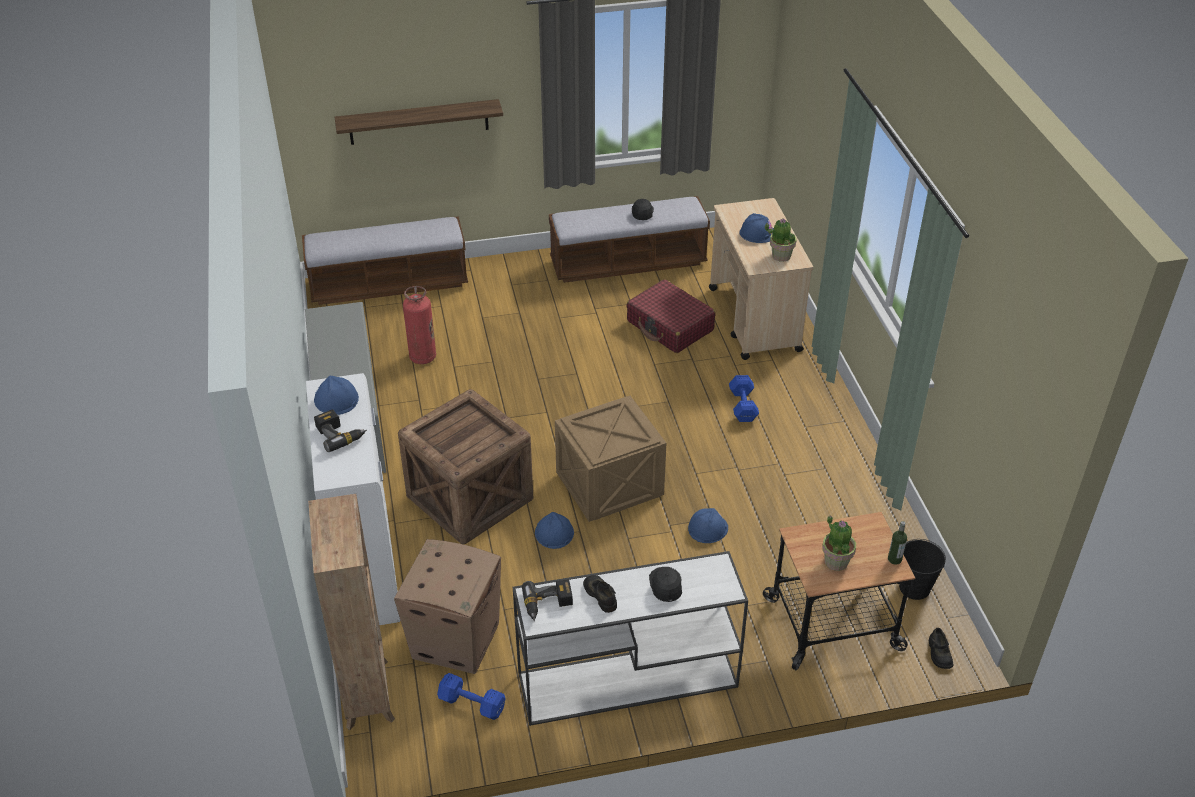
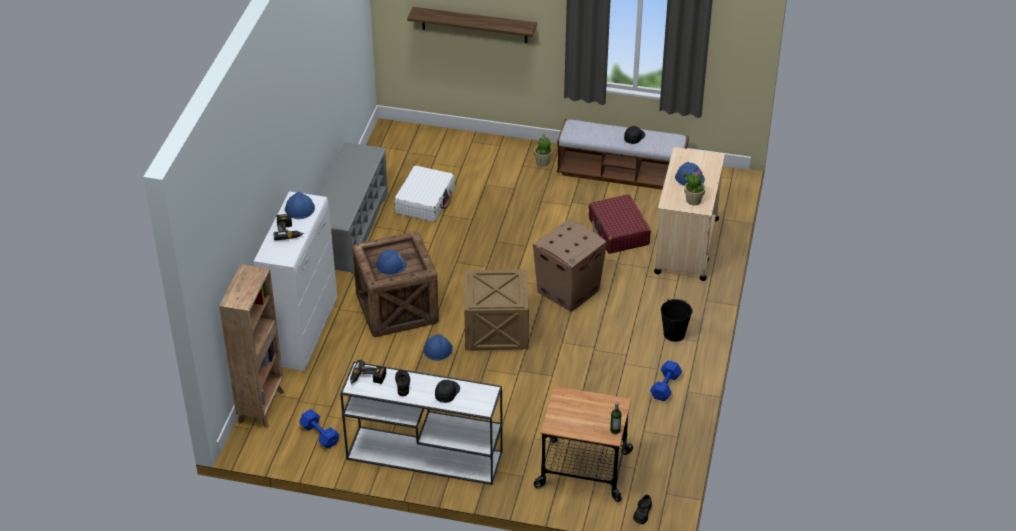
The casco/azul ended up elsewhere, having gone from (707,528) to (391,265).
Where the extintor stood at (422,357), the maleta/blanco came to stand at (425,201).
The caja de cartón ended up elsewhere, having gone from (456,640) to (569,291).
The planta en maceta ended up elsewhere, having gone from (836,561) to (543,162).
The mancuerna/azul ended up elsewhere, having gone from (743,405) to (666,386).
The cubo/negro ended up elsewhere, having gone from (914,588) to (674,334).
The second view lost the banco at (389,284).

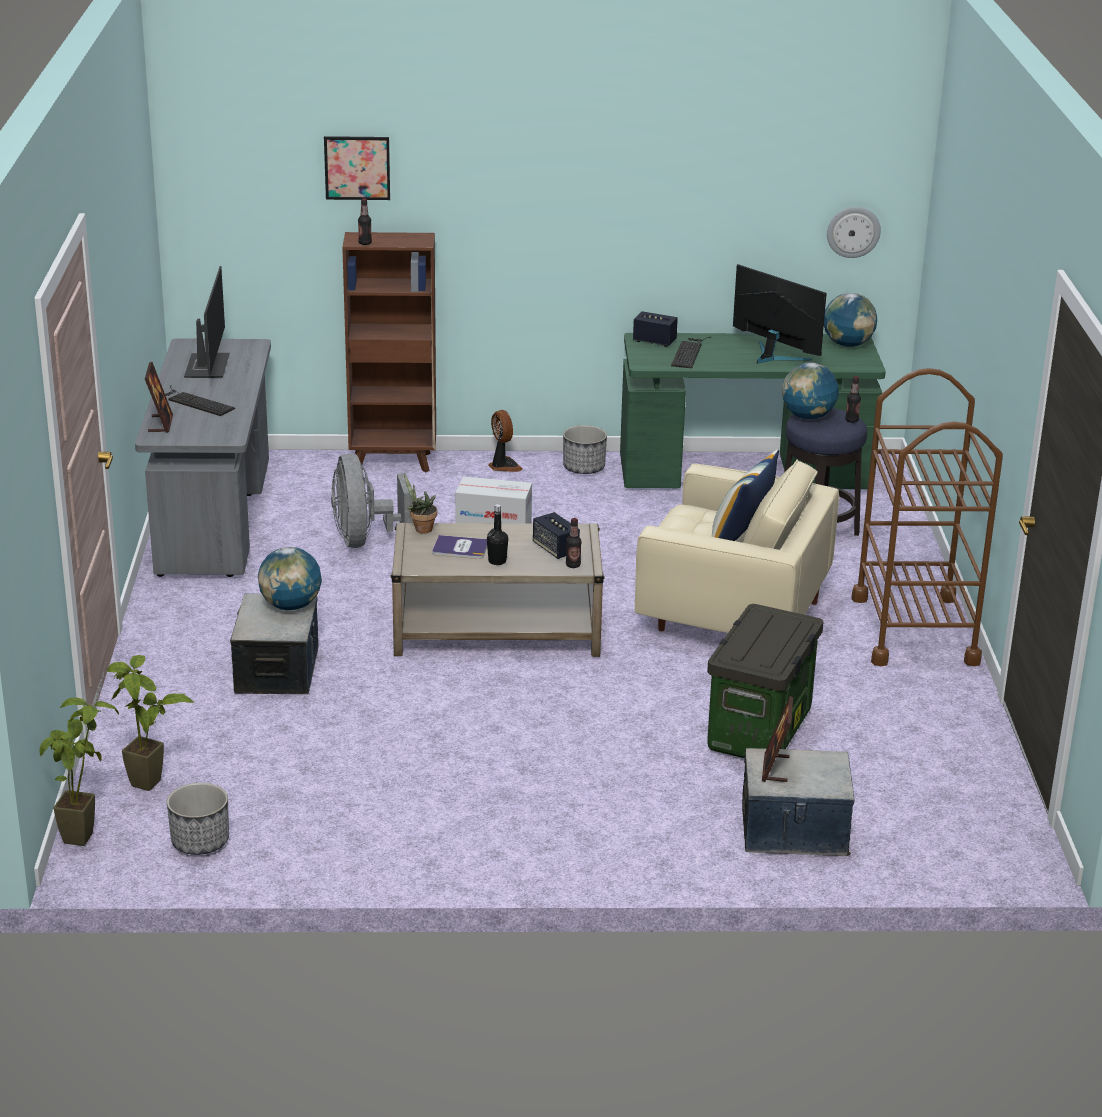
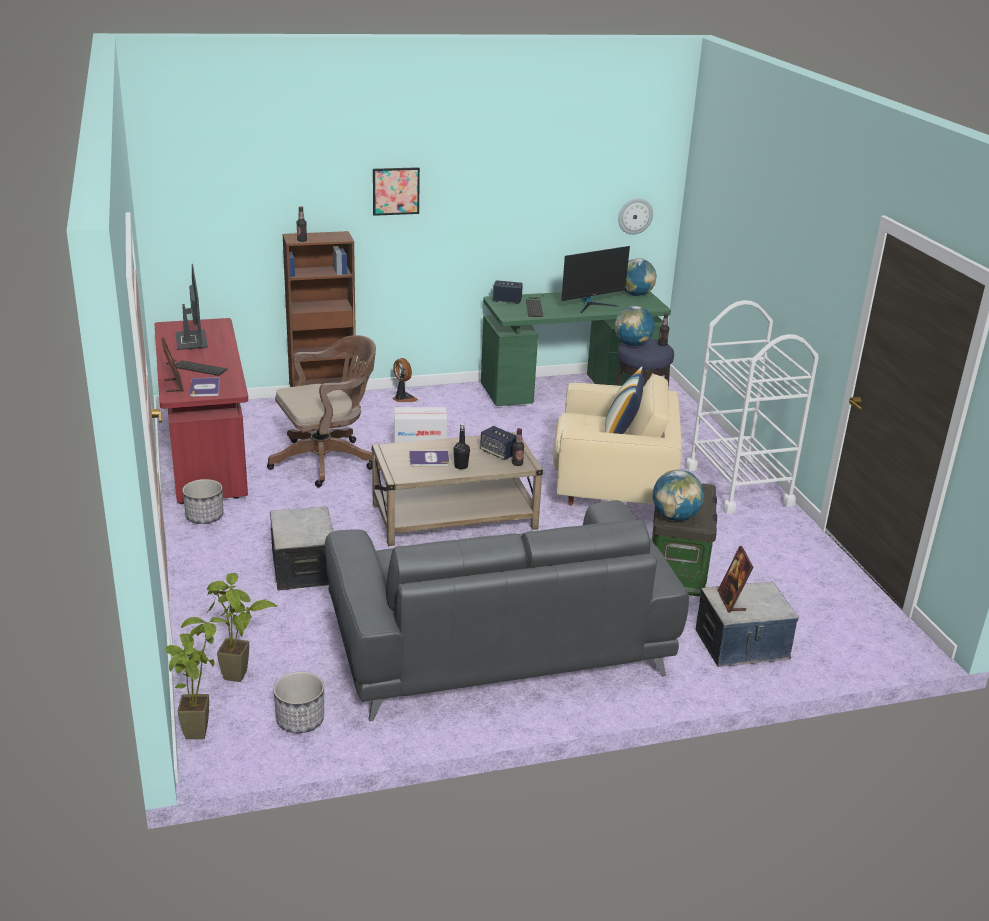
What was the escritorio/gris at (214,517) turned into the escritorio/rojo at (205,454).
The maceta ended up elsewhere, having gone from (583,468) to (204,517).
The second view gained the libro at (205,388).
Where the ventilador/gris stood at (364,540), the silla de oficina/marrón came to stand at (327,460).
The second view gained the sofá/gris at (497,644).
The cuadro ended up elsewhere, having gone from (357,167) to (396,191).
The monitor at (773,356) ended up facing another way, 120 degrees clockwise from before.
The globo terráqueo ended up elsewhere, having gone from (291,606) to (675,517).
What was the carrito/marrón at (914,630) turned into the carrito/blanco at (738,486).
The second view lost the planta en maceta at (421,529).

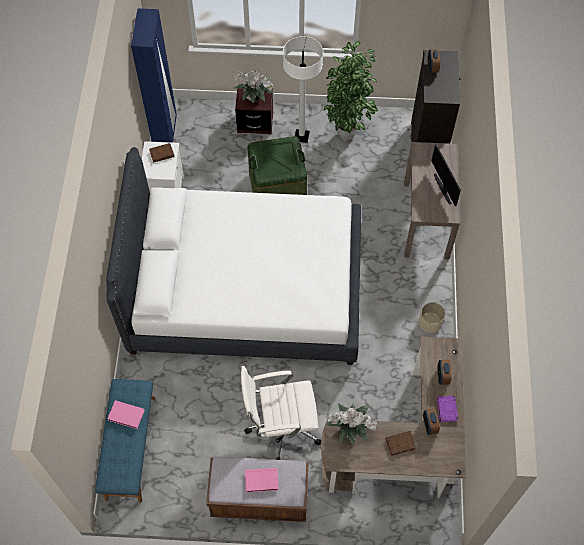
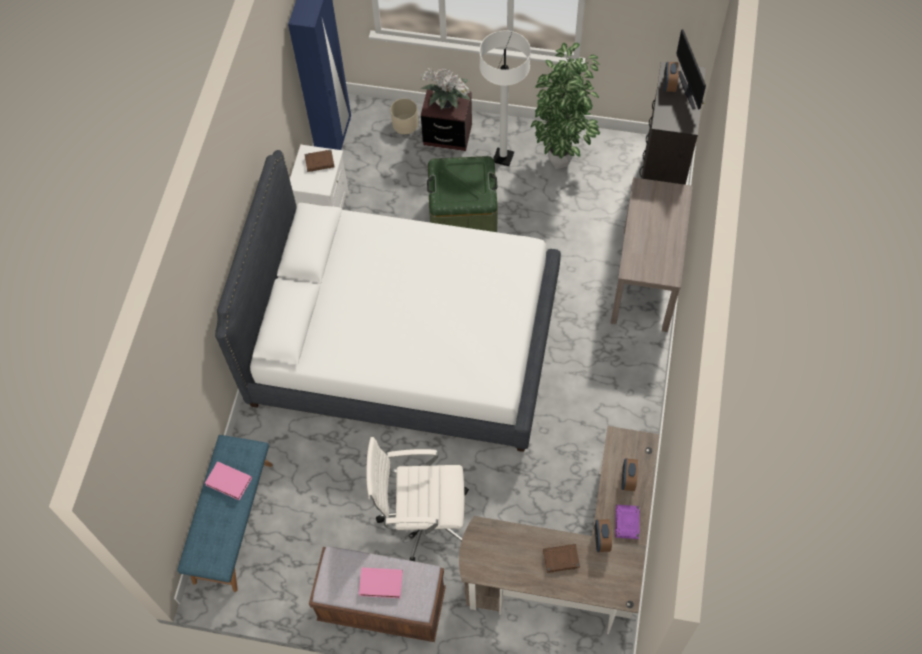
The maceta/beis ended up elsewhere, having gone from (430,322) to (405,124).
The monitor ended up elsewhere, having gone from (443,188) to (688,89).
The second view lost the planta en maceta at (351,430).

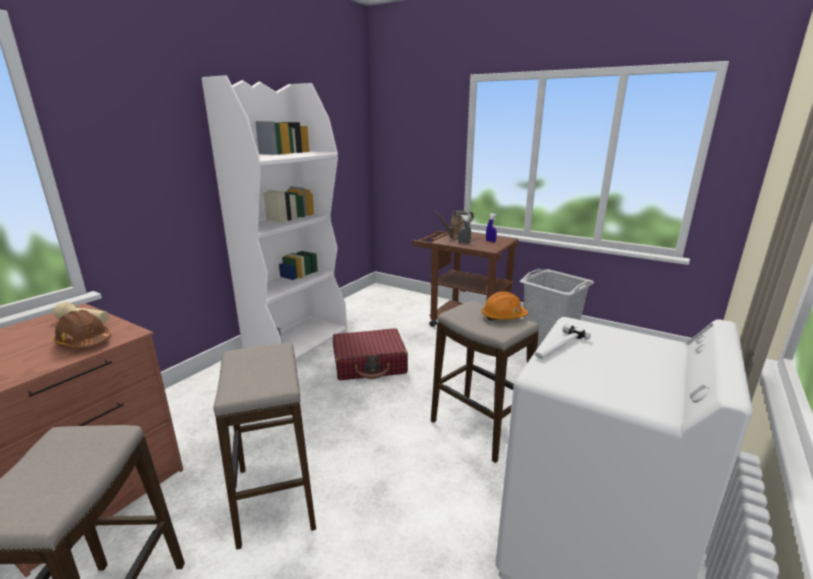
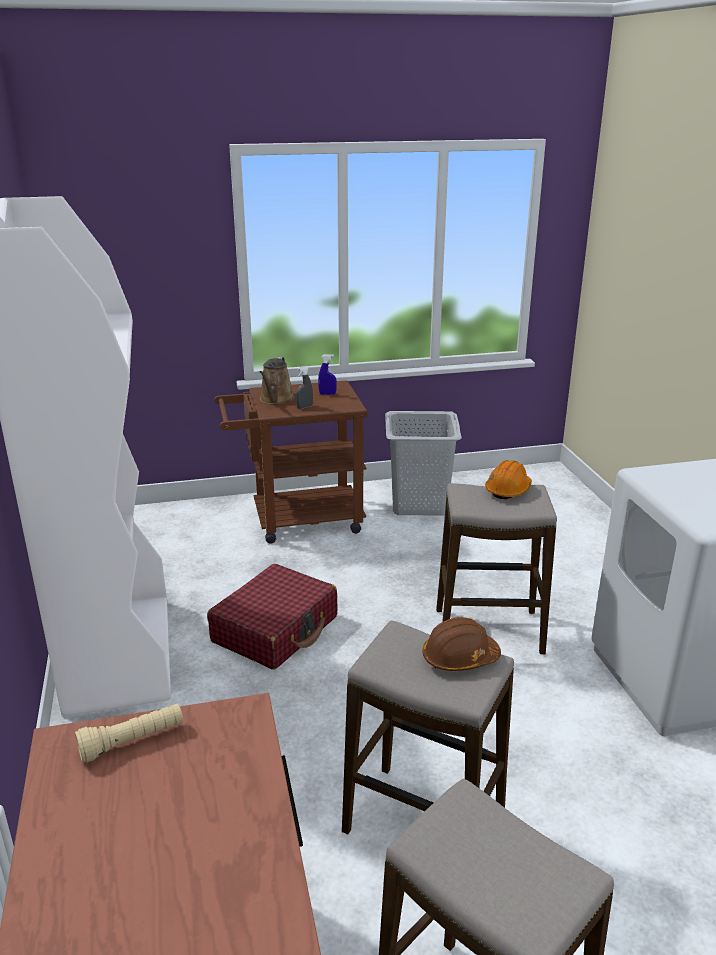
The casco/marrón ended up elsewhere, having gone from (84,341) to (459,658).
The second view lost the martillo at (558,346).

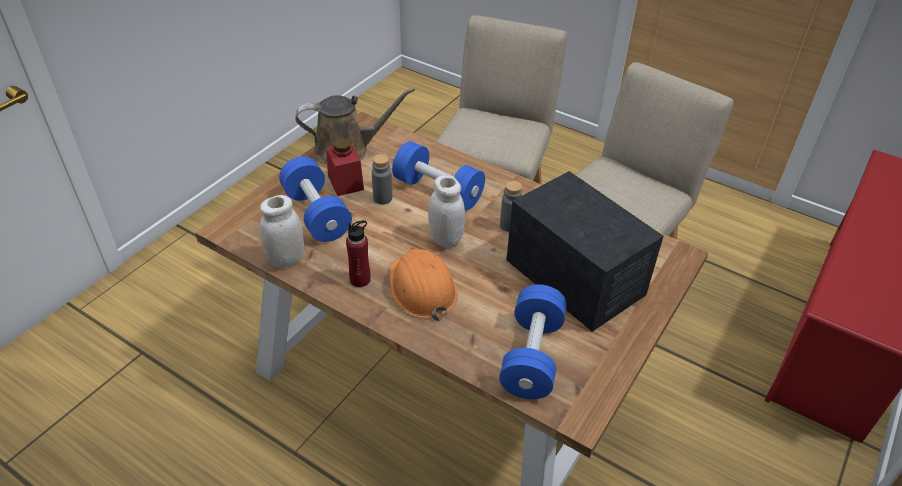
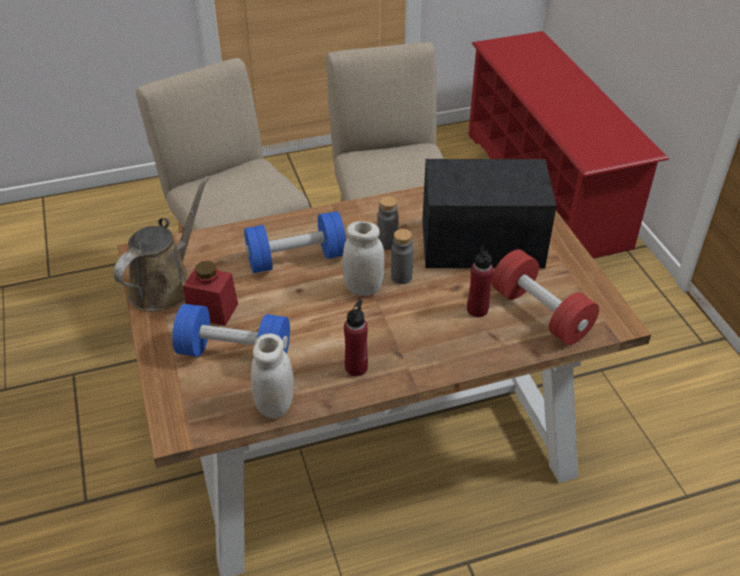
The botella/gris ended up elsewhere, having gone from (382,198) to (401,277).
The second view gained the botella/rojo at (477,309).
What was the mancuerna/azul at (532,356) turned into the mancuerna/rojo at (540,313).
The second view lost the casco/naranja at (421,288).

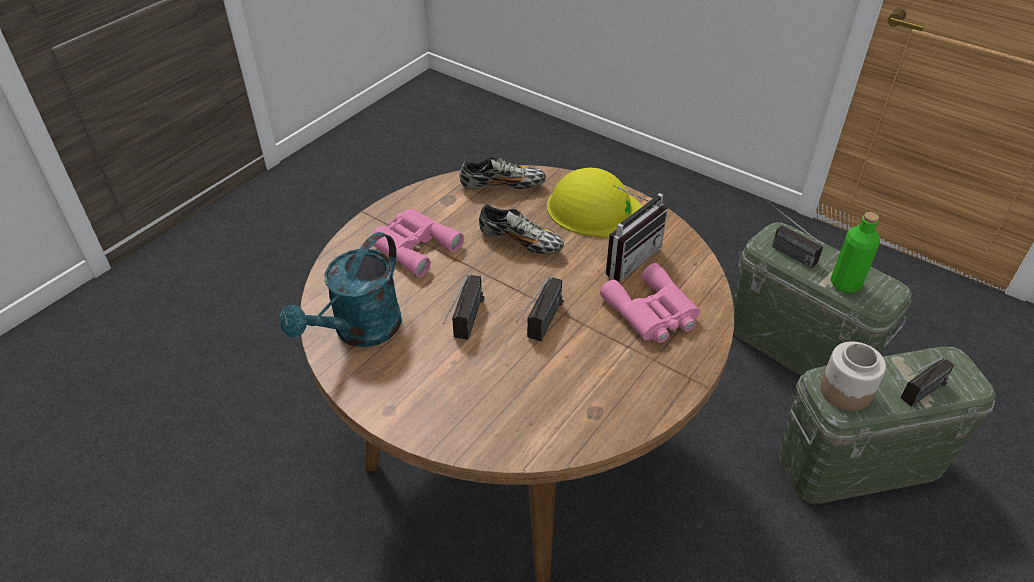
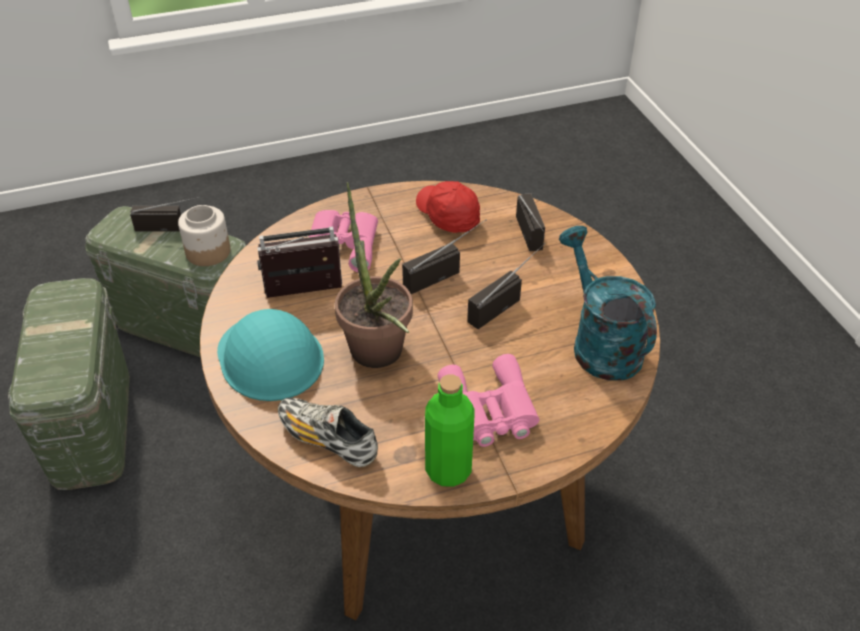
What was the casco/amarillo at (594,209) turned into the casco/turquesa at (270,357).
Where the zapato stood at (521,242), the planta en maceta came to stand at (379,358).
The second view gained the gorra/rojo at (447,215).
The botella/verde ended up elsewhere, having gone from (845,284) to (448,470).
The radio ended up elsewhere, having gone from (782,249) to (534,242).
The regadera/turquesa at (359,331) ended up facing another way, 90 degrees counterclockwise from before.

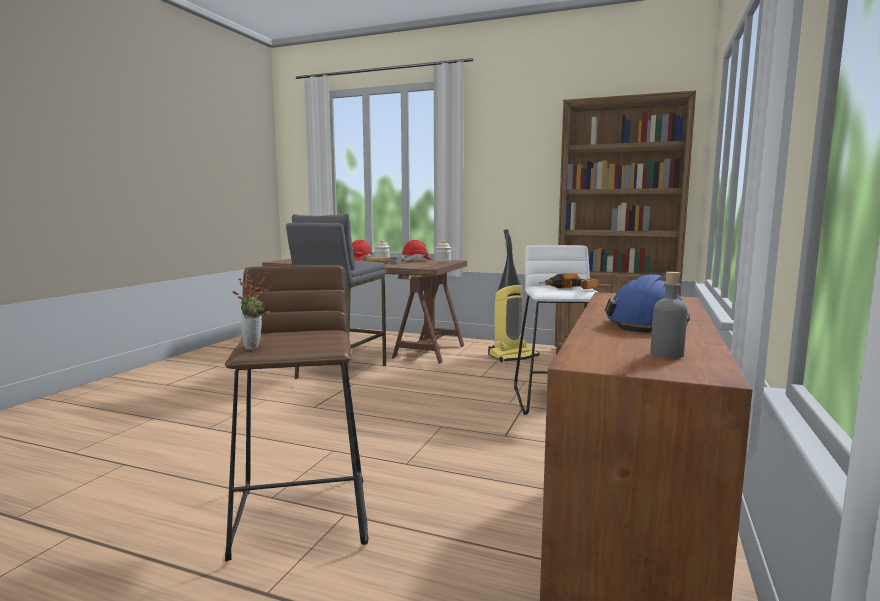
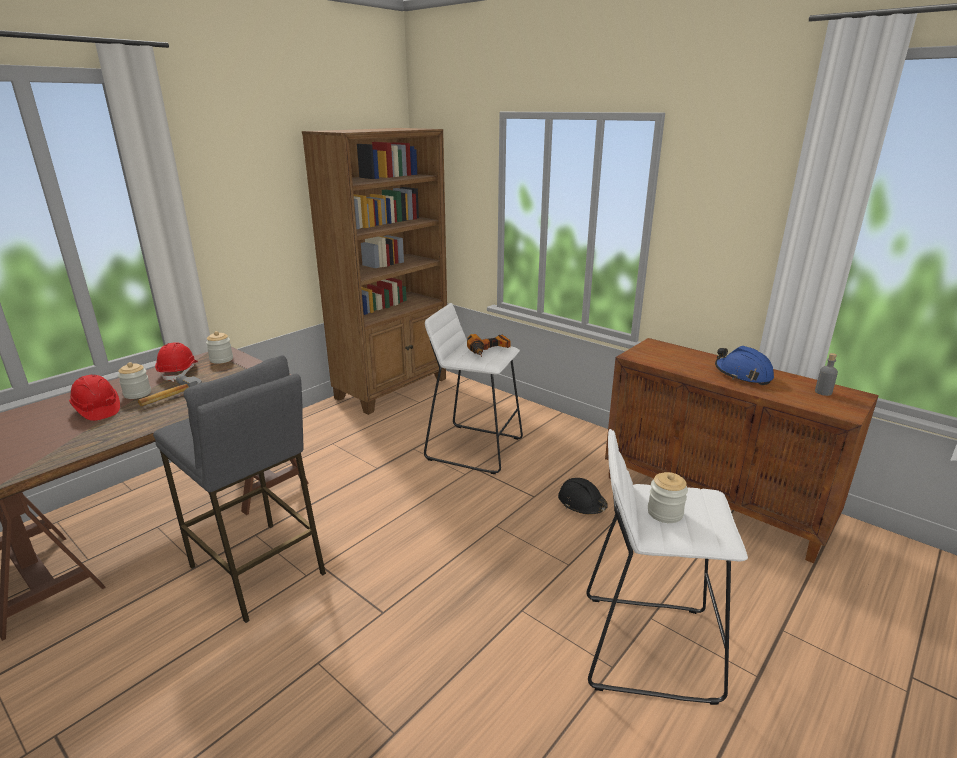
The second view gained the casco/negro at (582,503).
What was the taburete/marrón at (303,514) turned into the taburete/blanco at (647,645).
The second view gained the tarro at (665,513).
The second view lost the planta en maceta at (255,347).
The second view lost the aspiradora at (513,356).

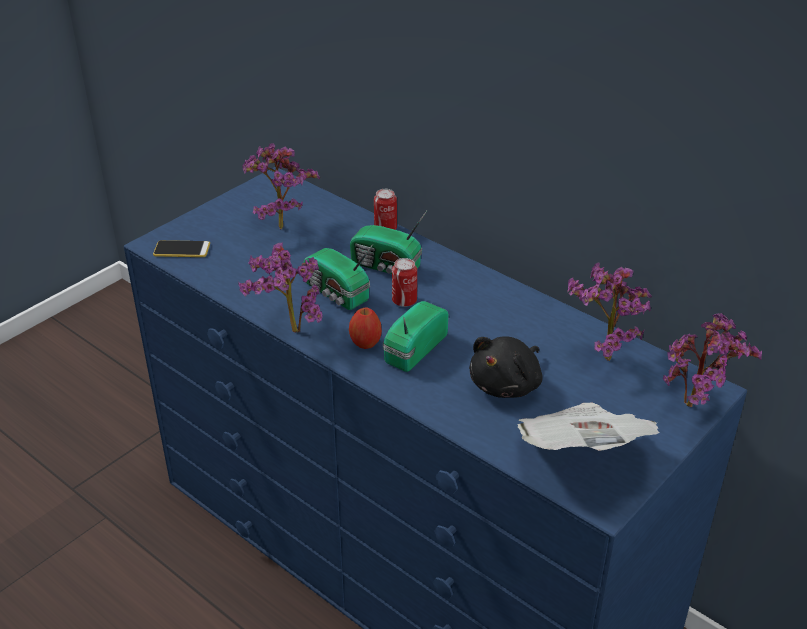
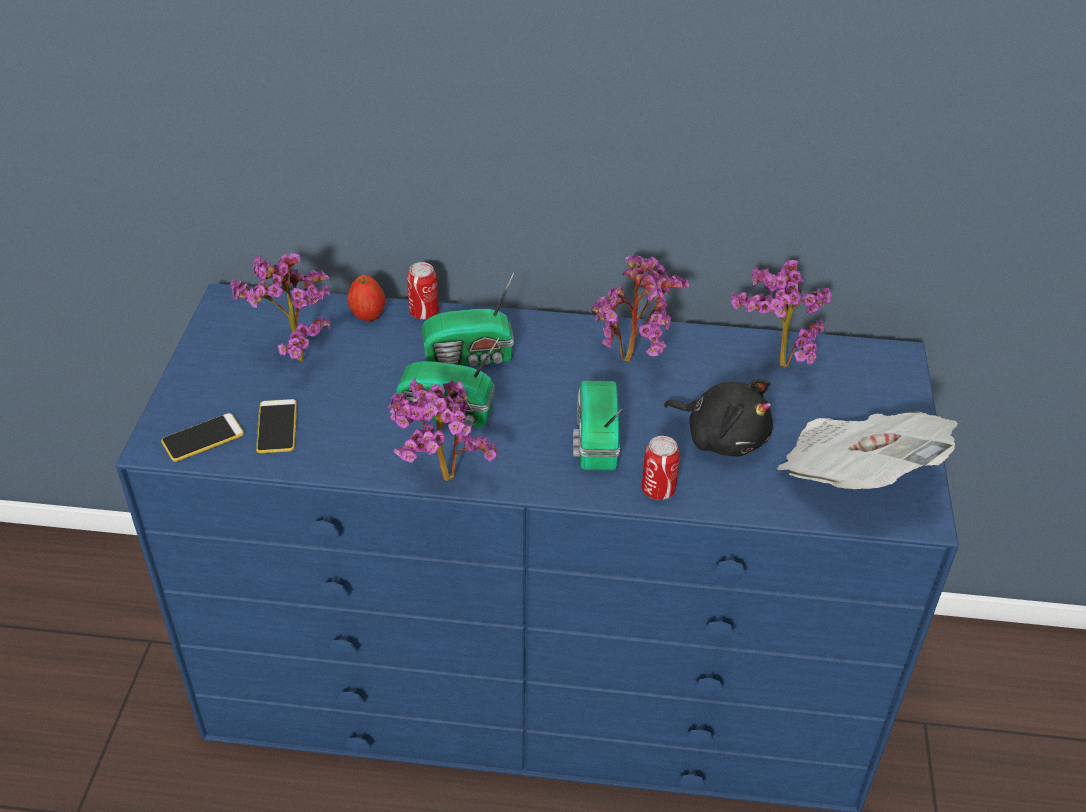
The second view gained the móvil at (277,427).
The manzana ended up elsewhere, having gone from (365,343) to (368,315).
The planta en maceta ended up elsewhere, having gone from (696,408) to (634,360).
The lata ended up elsewhere, having gone from (404,301) to (658,490).
The peluche/negro at (507,385) ended up facing another way, 60 degrees counterclockwise from before.

